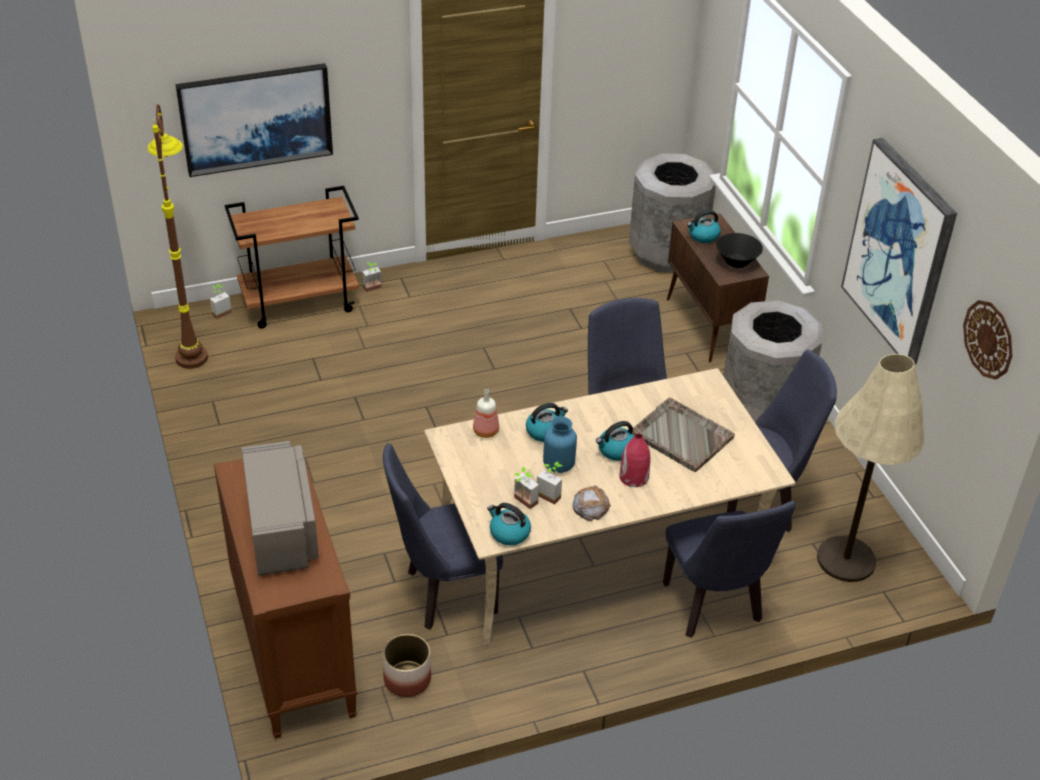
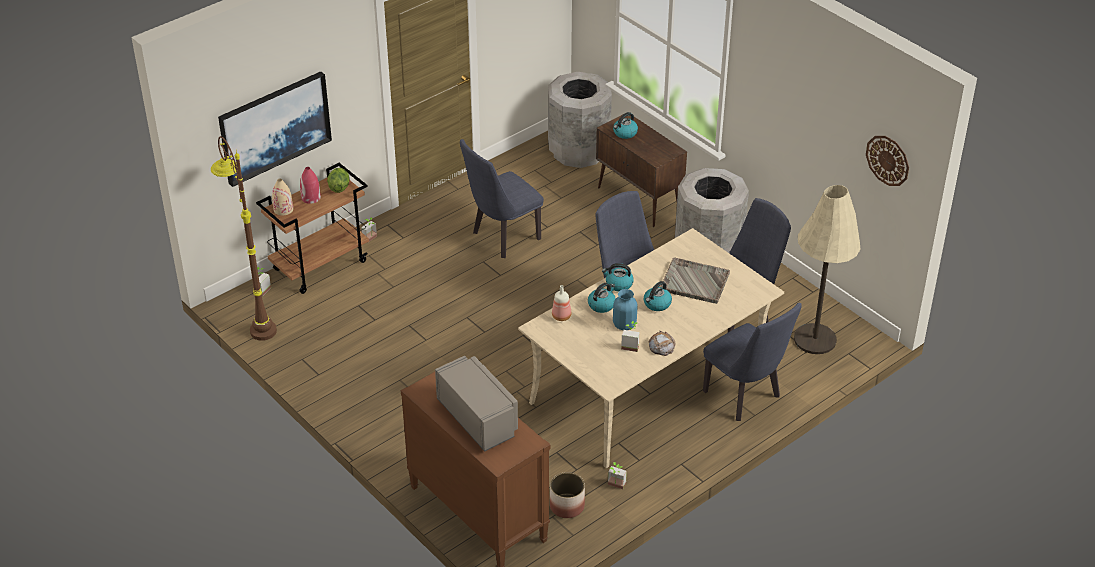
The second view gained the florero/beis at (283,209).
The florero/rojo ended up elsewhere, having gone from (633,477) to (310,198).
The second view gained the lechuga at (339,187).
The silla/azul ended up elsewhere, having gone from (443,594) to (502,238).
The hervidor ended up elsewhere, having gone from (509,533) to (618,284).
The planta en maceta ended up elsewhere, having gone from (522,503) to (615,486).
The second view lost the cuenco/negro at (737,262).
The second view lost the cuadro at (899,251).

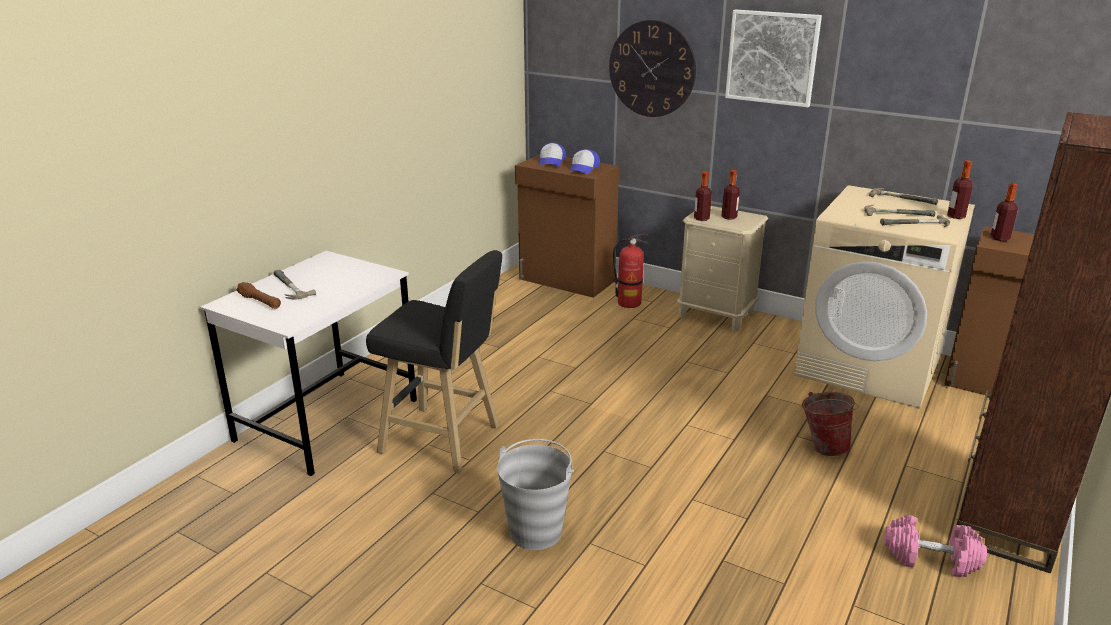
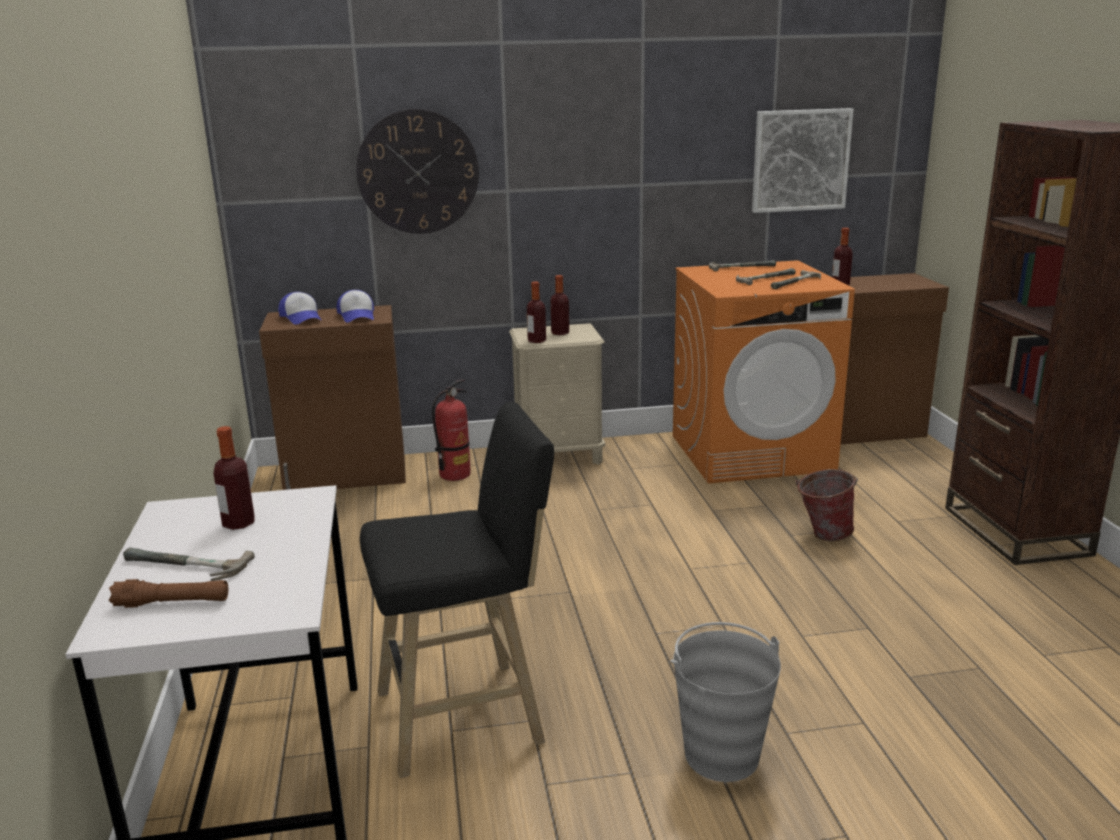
The botella ended up elsewhere, having gone from (956,216) to (238,523).
What was the lavadora/beis at (869,367) turned into the lavadora/naranja at (752,452).
The cuadro ended up elsewhere, having gone from (772,57) to (800,160).
The second view lost the mancuerna/rosa at (930,559).

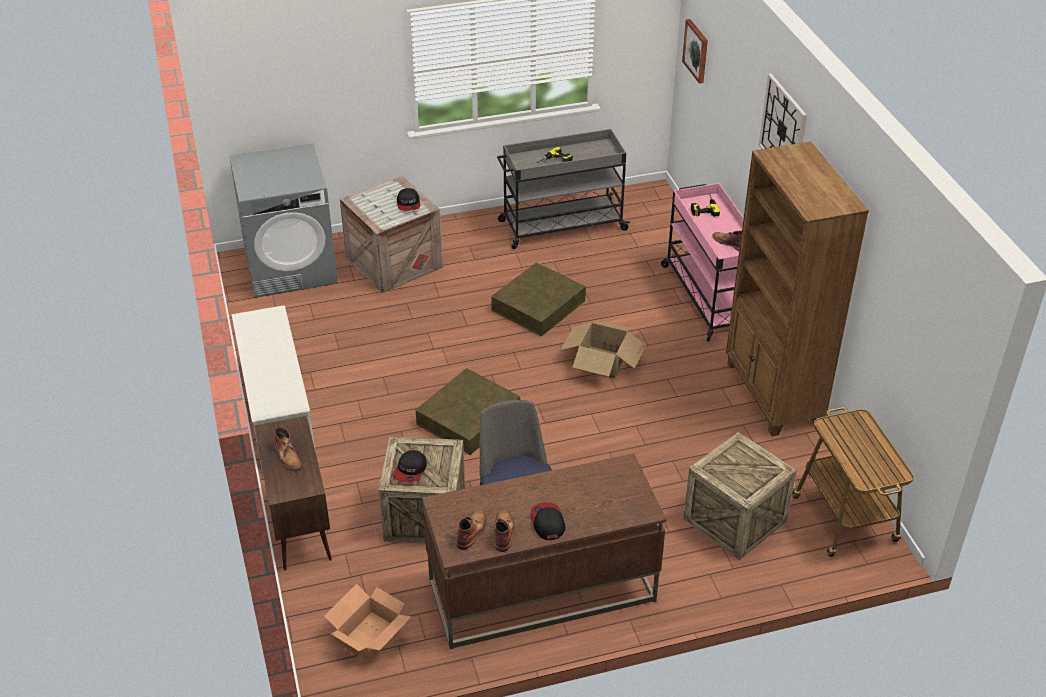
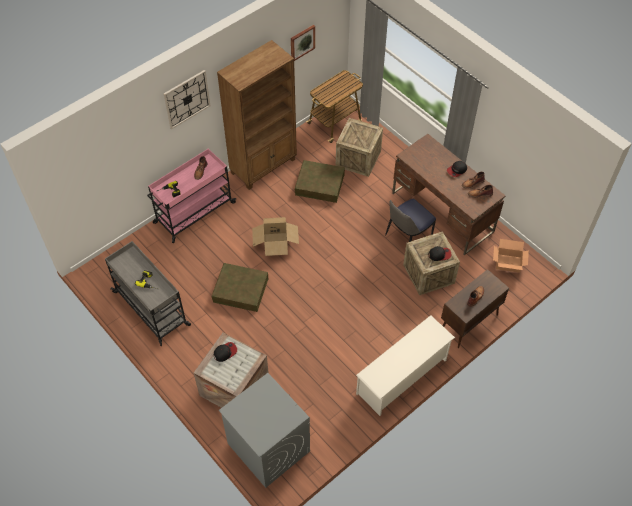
The cuadro ended up elsewhere, having gone from (696,50) to (302,42).
The caja de almacenaje/marrón ended up elsewhere, having gone from (468,417) to (320,184).

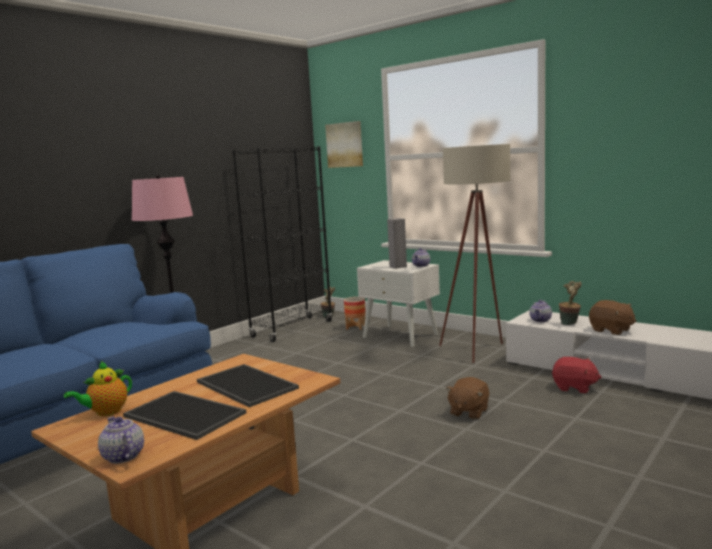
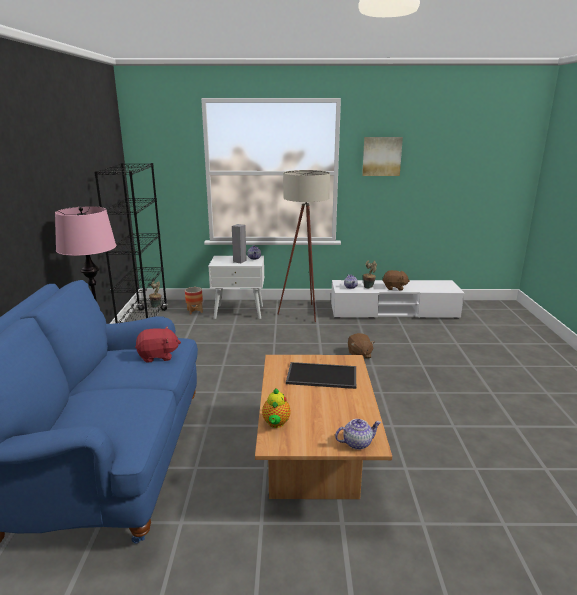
The peluche/rojo ended up elsewhere, having gone from (574,387) to (158,356).
The tetera at (122,456) ended up facing another way, 150 degrees clockwise from before.
The cuadro ended up elsewhere, having gone from (345,145) to (381,156).
The second view lost the bandeja at (182,415).

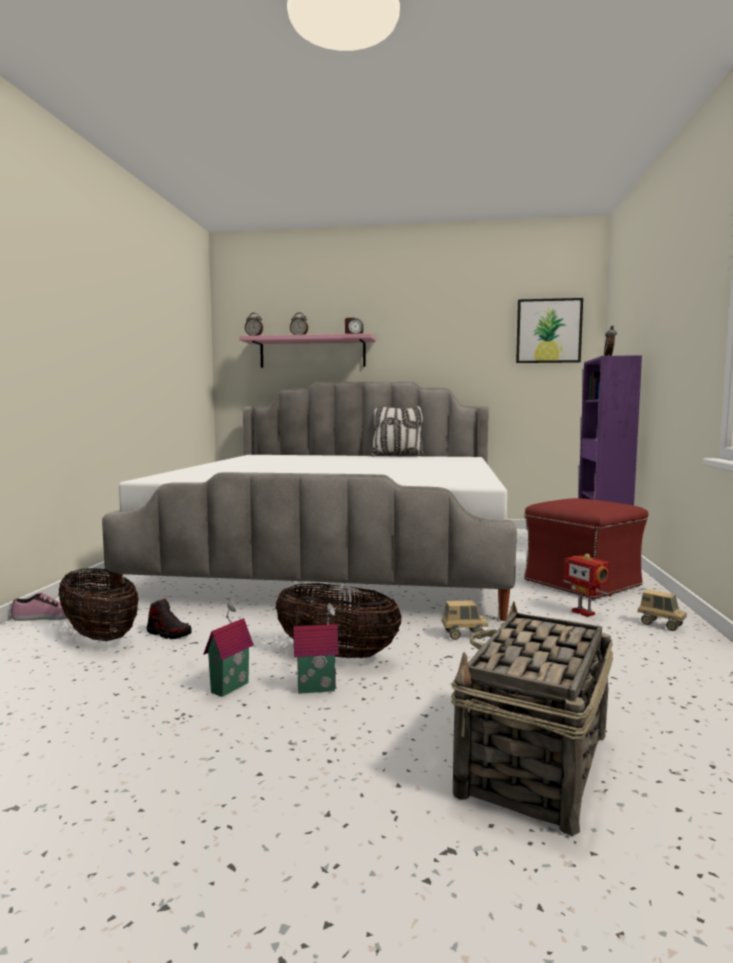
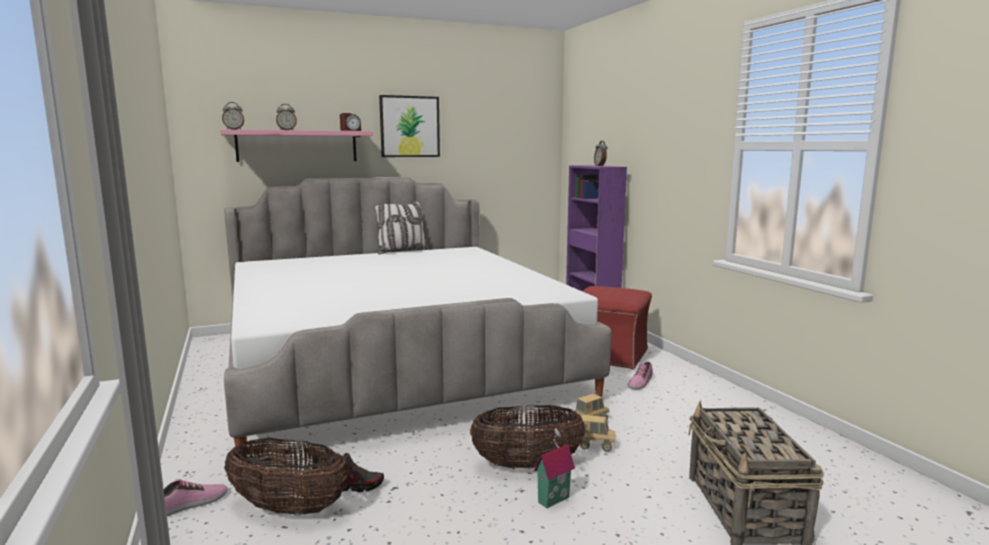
The cuadro ended up elsewhere, having gone from (548,331) to (409,126).
The camión de juguete ended up elsewhere, having gone from (661,625) to (595,446).
Where the robot de juguete stood at (584,612), the zapato came to stand at (640,382).
The second view lost the casita at (228,686).

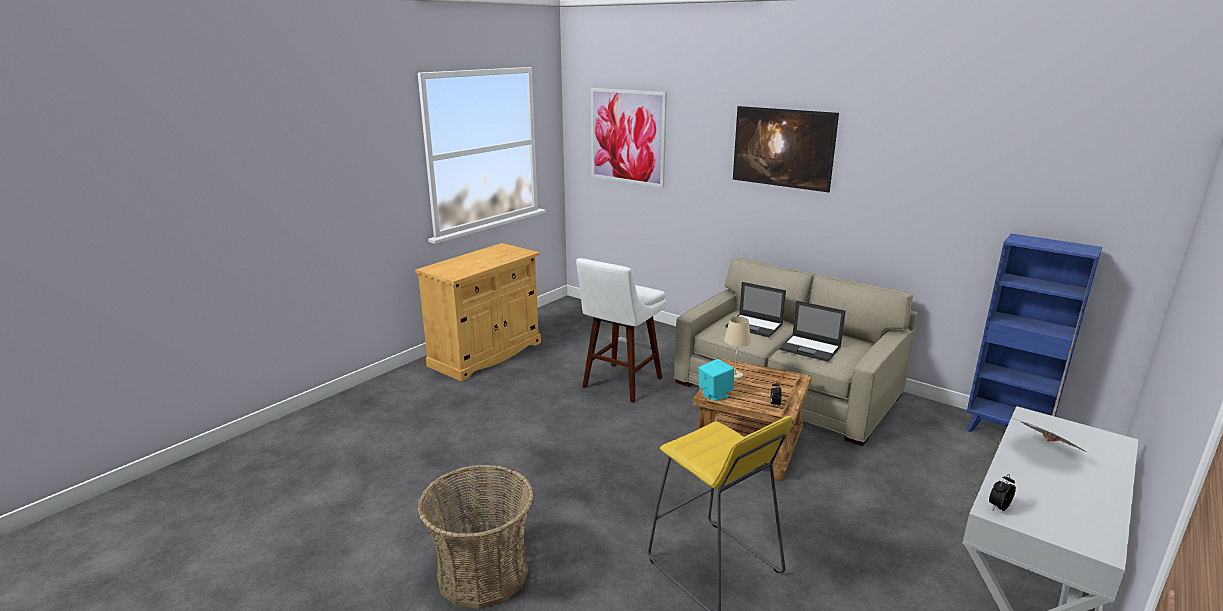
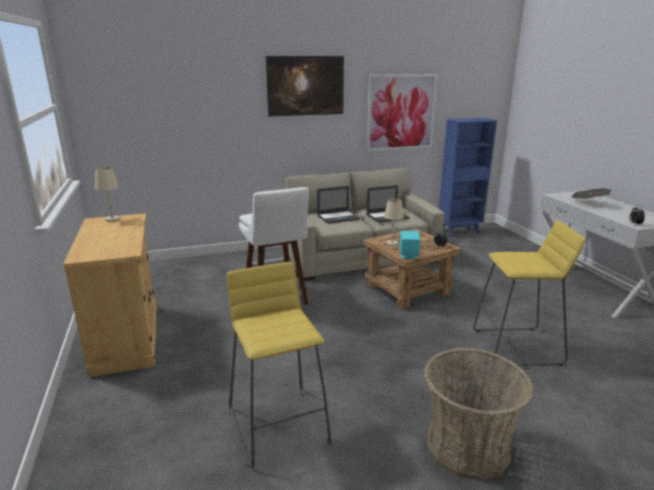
The second view gained the lámpara de mesa/beis at (112,219).
The second view gained the taburete/amarillo at (279,425).
The cuadro ended up elsewhere, having gone from (627,137) to (401,112).

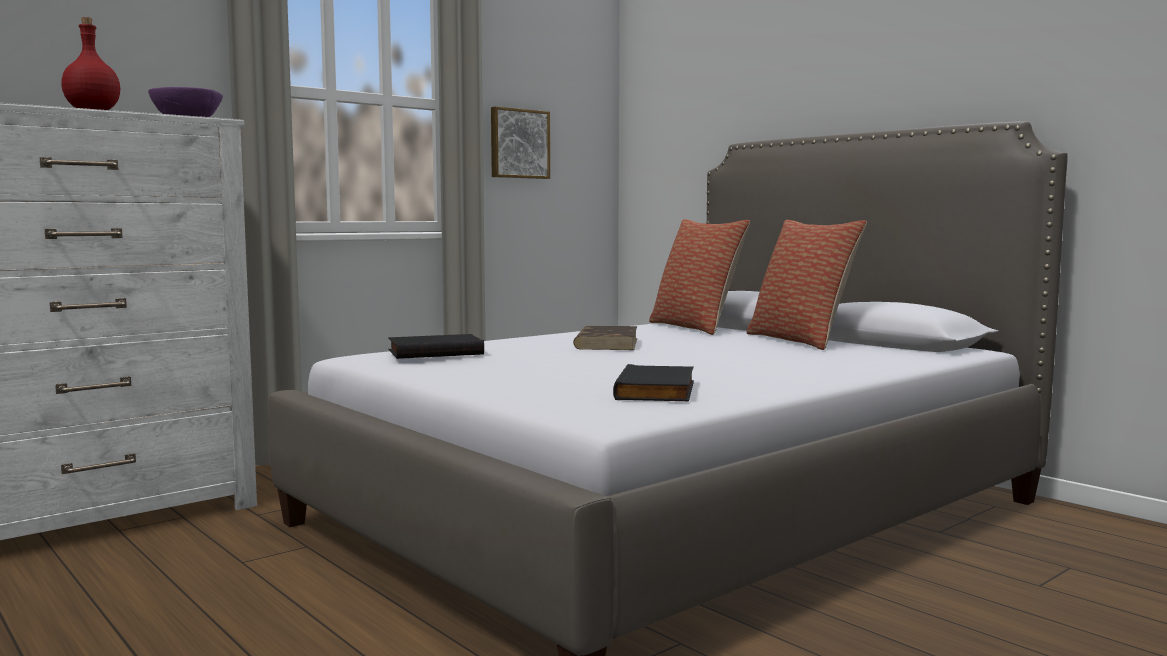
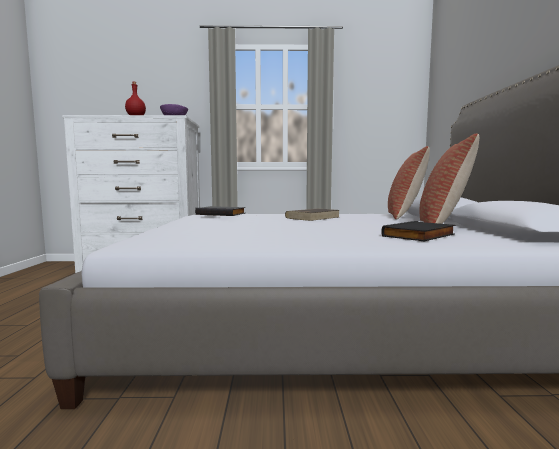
The libro/negro ended up elsewhere, having gone from (658,391) to (420,235).
The second view lost the cuadro at (518,144).

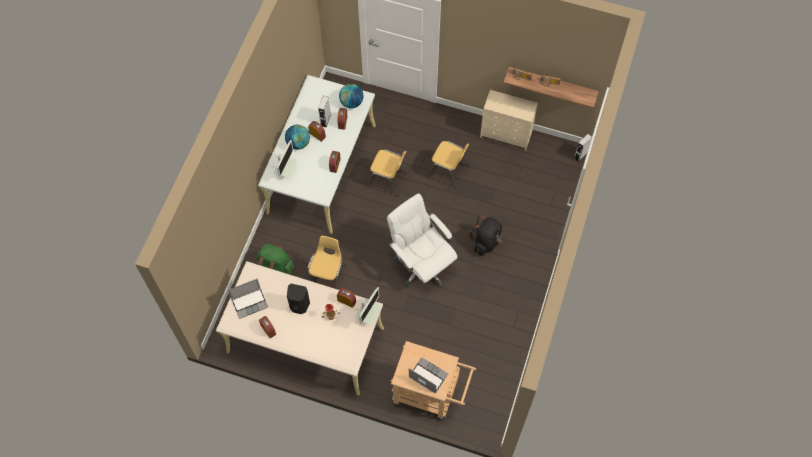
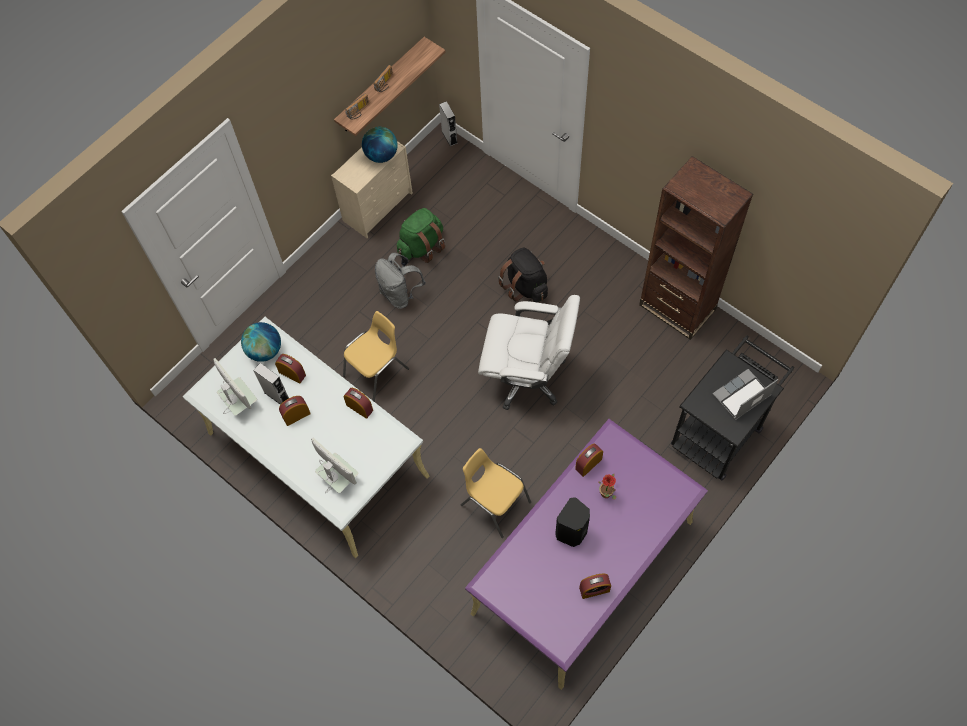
The monitor ended up elsewhere, having gone from (368,315) to (239,404).
The globo terráqueo ended up elsewhere, having gone from (298,143) to (381,155).
Where the silla/amarillo stood at (448,171), the mochila/gris came to stand at (400,294).
The mochila/verde ended up elsewhere, having gone from (275,266) to (422,246).
What was the escritorio/beis at (305,340) turned into the escritorio/morado at (582,568).
The silla de oficina/blanco at (421,265) ended up facing another way, 150 degrees counterclockwise from before.
The second view gained the estantería/marrón at (677,307).
What was the carrito/beis at (430,395) turned into the carrito/negro at (721,430).
The second view lost the portátil at (250,302).

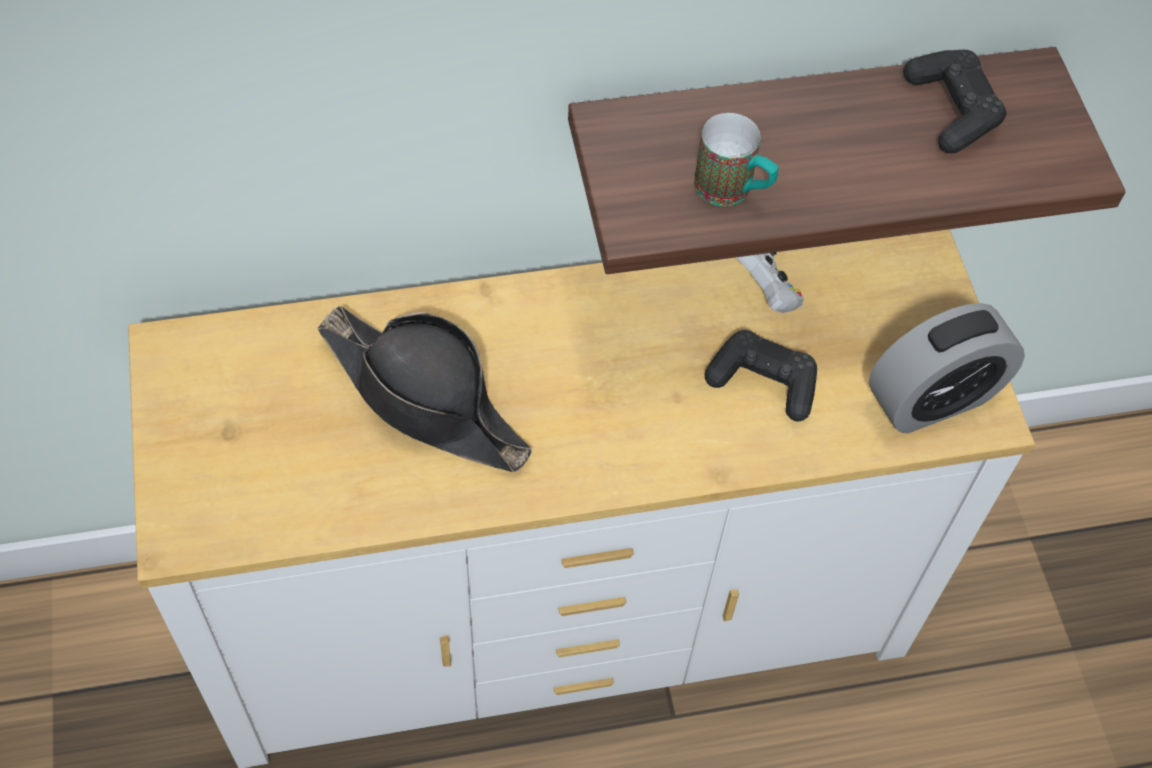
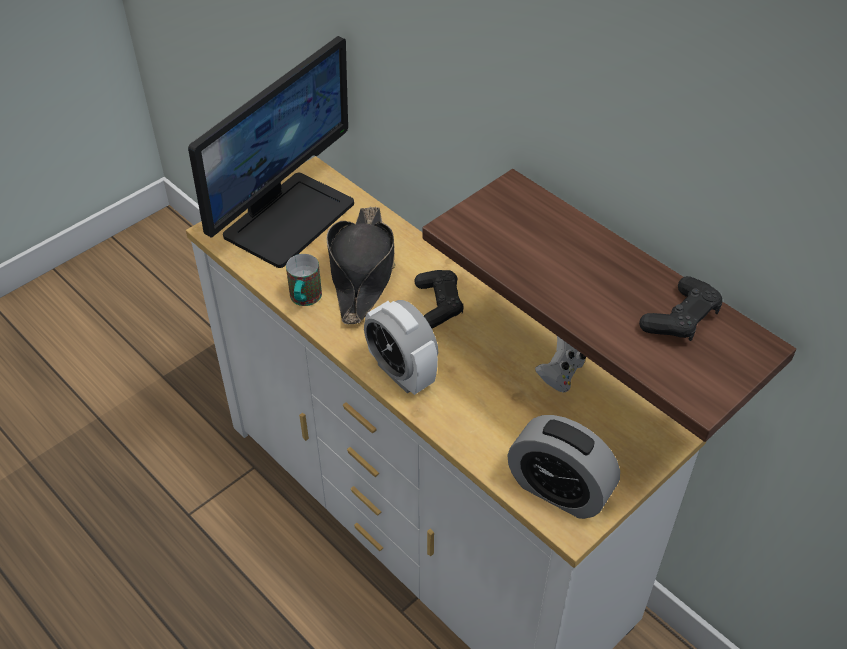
The second view gained the monitor at (288,218).
The taza grande ended up elsewhere, having gone from (733,191) to (304,300).
The second view gained the despertador at (401,373).
The mando de consola/negro ended up elsewhere, having gone from (763,382) to (438,304).

